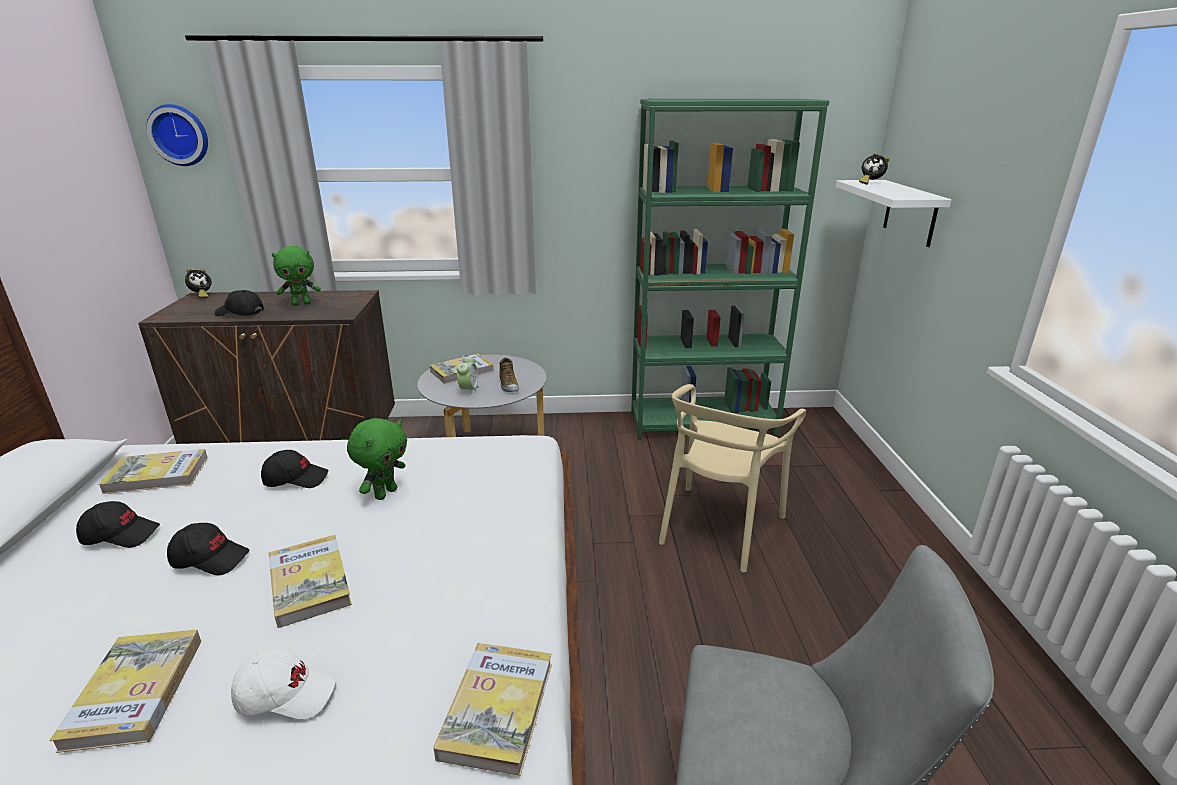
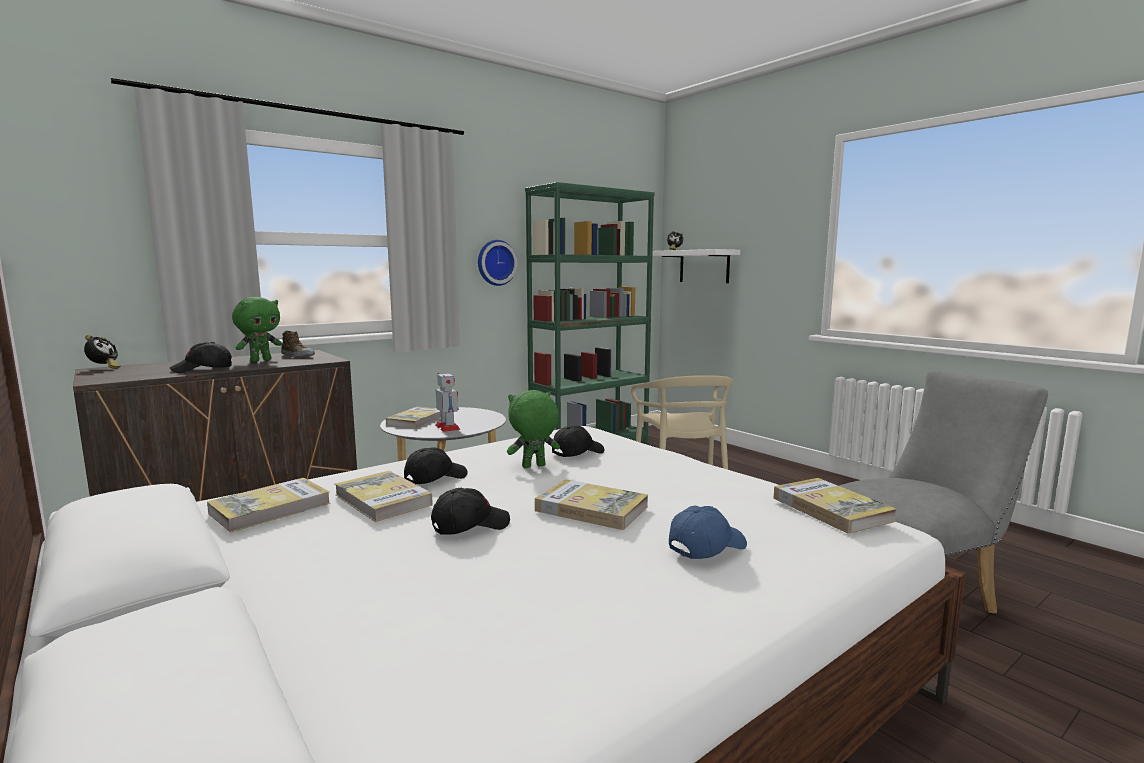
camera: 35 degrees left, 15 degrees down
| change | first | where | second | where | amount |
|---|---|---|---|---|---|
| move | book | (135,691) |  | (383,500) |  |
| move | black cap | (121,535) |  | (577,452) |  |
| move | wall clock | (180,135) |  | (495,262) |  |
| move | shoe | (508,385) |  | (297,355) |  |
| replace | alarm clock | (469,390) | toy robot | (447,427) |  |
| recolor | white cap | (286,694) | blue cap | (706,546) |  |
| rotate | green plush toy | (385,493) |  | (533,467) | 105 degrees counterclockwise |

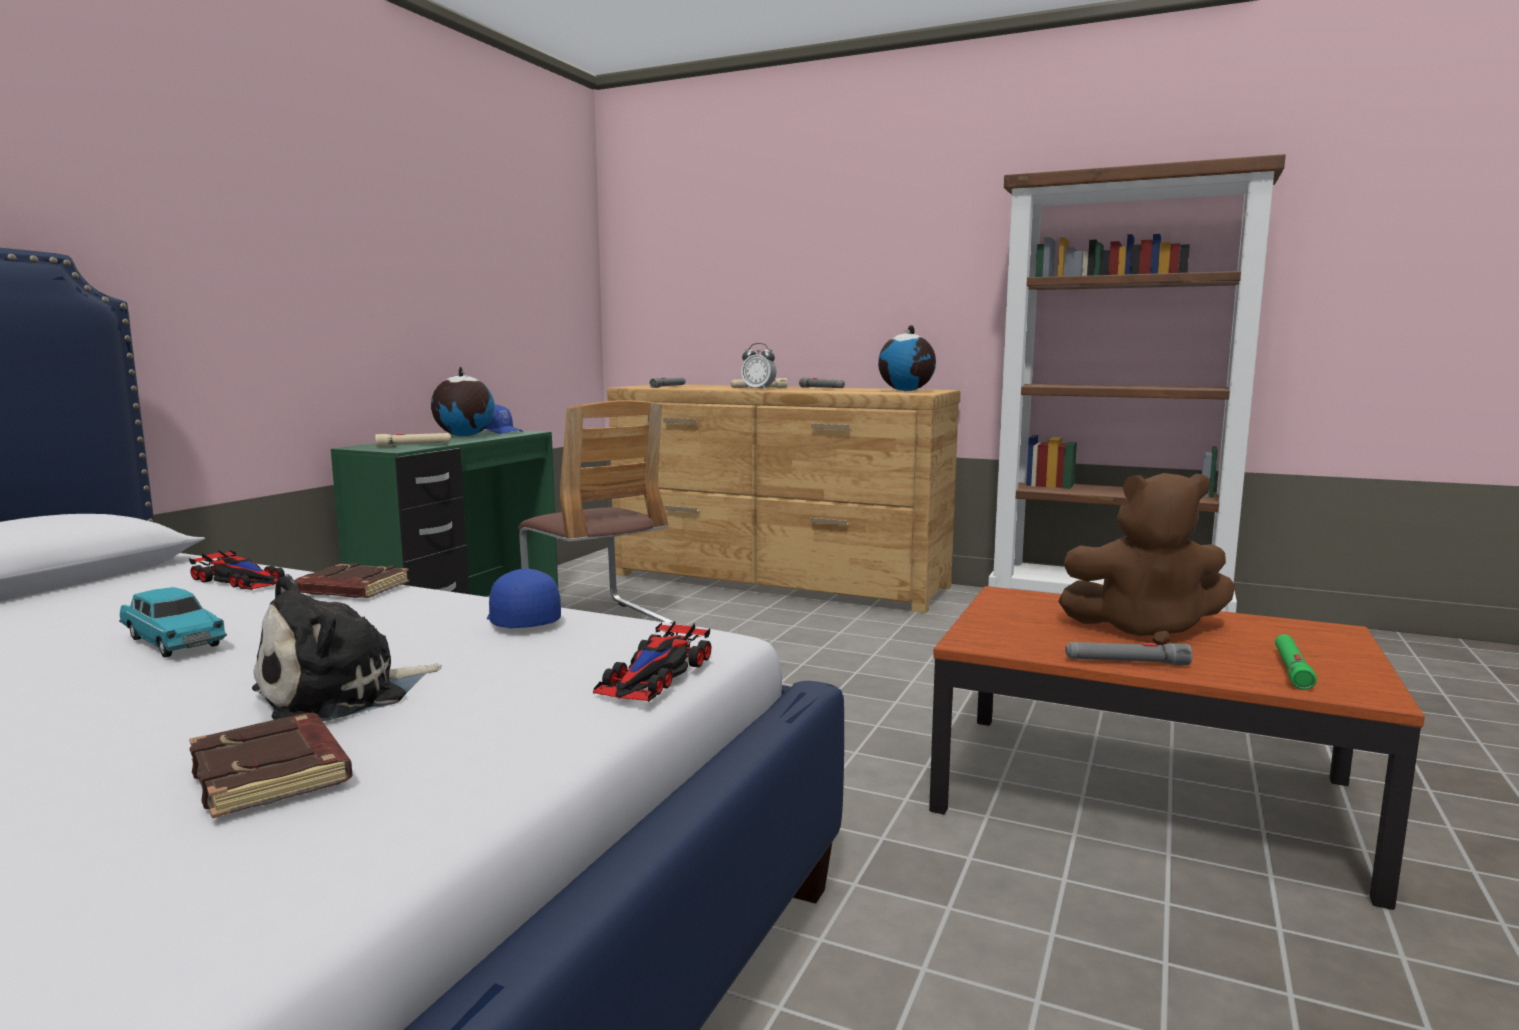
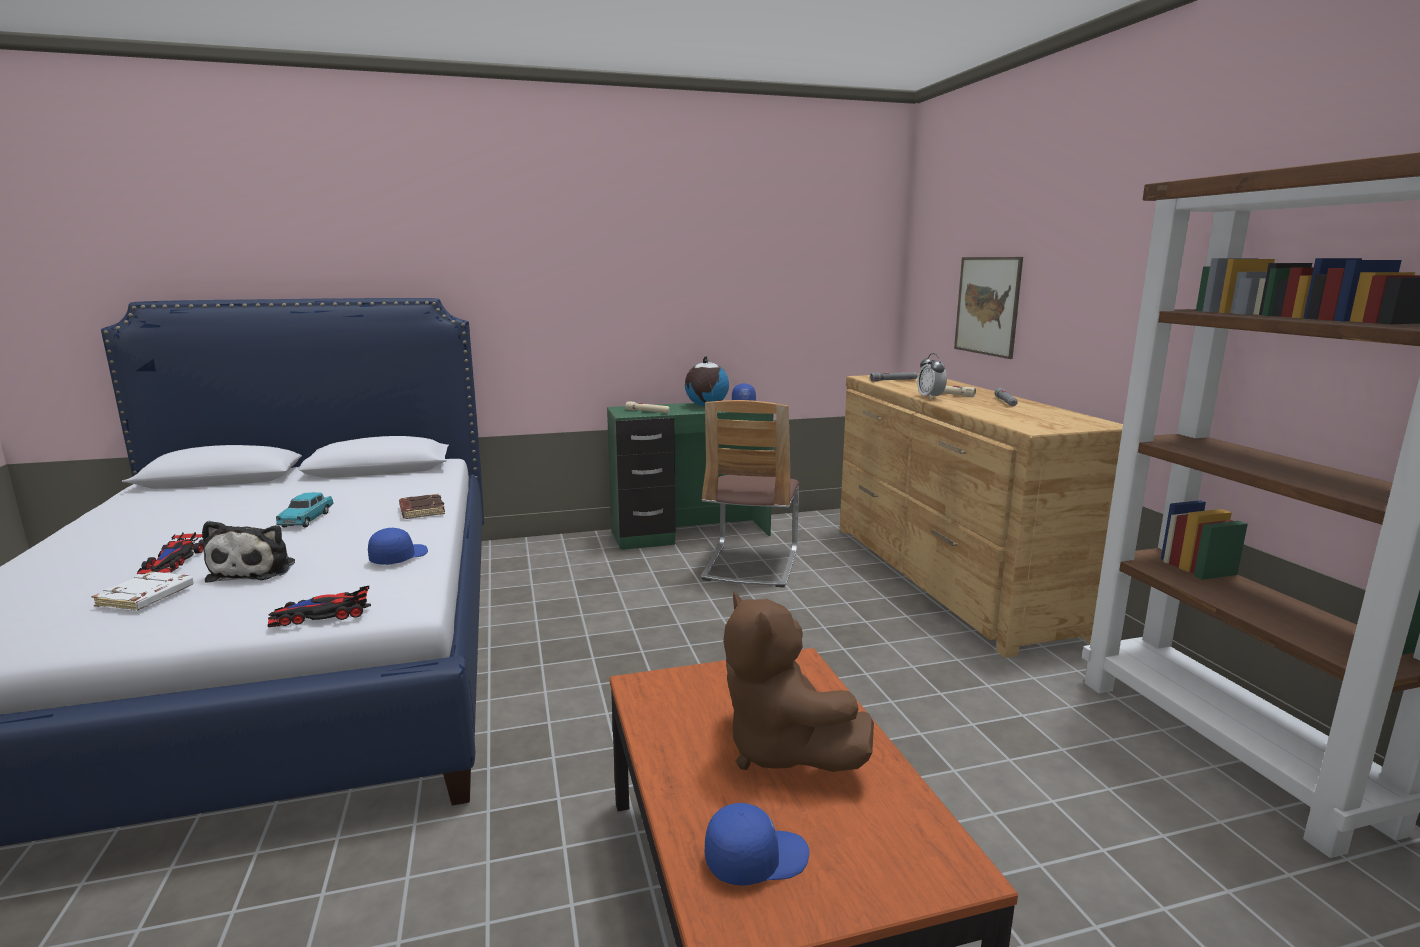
camera: 50 degrees right, 5 degrees up
| change | first | where | second | where | amount |
|---|---|---|---|---|---|
| delete | globe | (906,391) |  |  |  |
| delete | grey flashlight | (1126,662) |  |  |  |
| insert |  |  | picture | (987,306) |  |
| move | toy car | (242,580) |  | (174,560) |  |
| replace | green flashlight | (1292,669) | blue cap | (755,858) |  |
| recolor | brown book | (274,774) | white book | (146,597) |  |
| rotate | plush toy | (342,694) |  | (256,570) | 105 degrees counterclockwise |

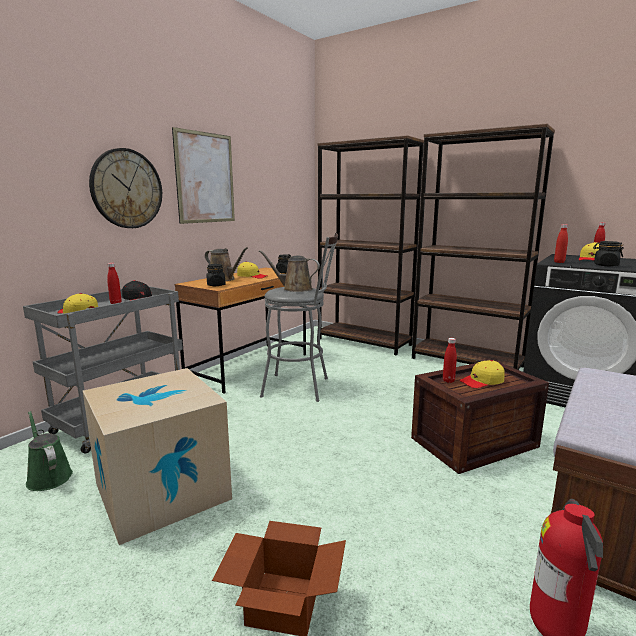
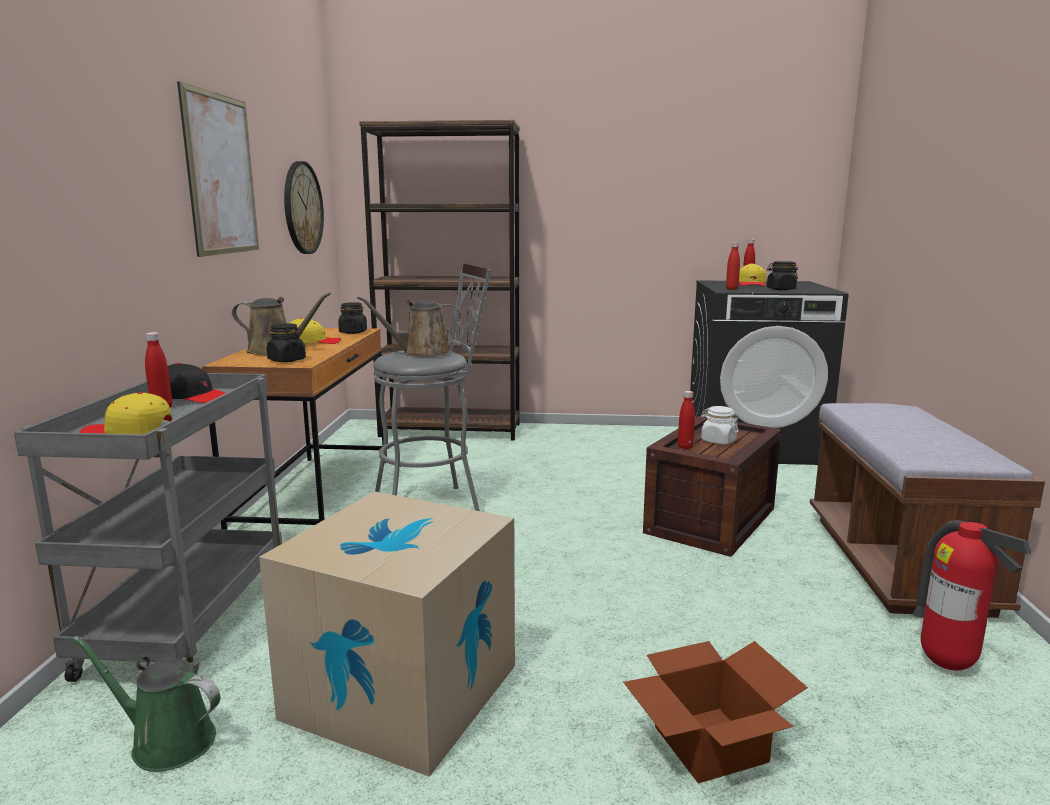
camera: 30 degrees left, 0 degrees up
| change | first | where | second | where | amount |
|---|---|---|---|---|---|
| delete | brown bookcase | (466,362) |  |  |  |
| move | wall clock | (127,189) |  | (302,208) |  |
| replace | yellow cap | (482,381) | white jar | (718,441) |  |

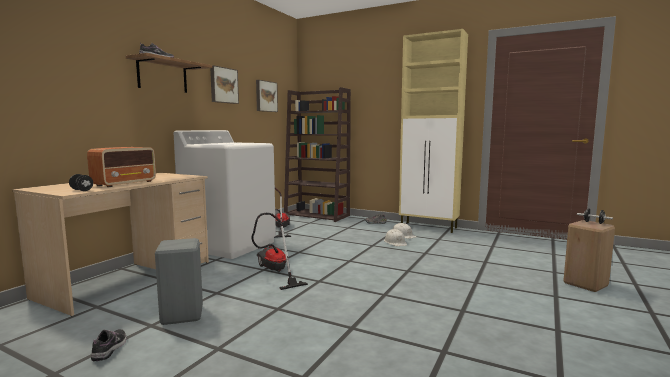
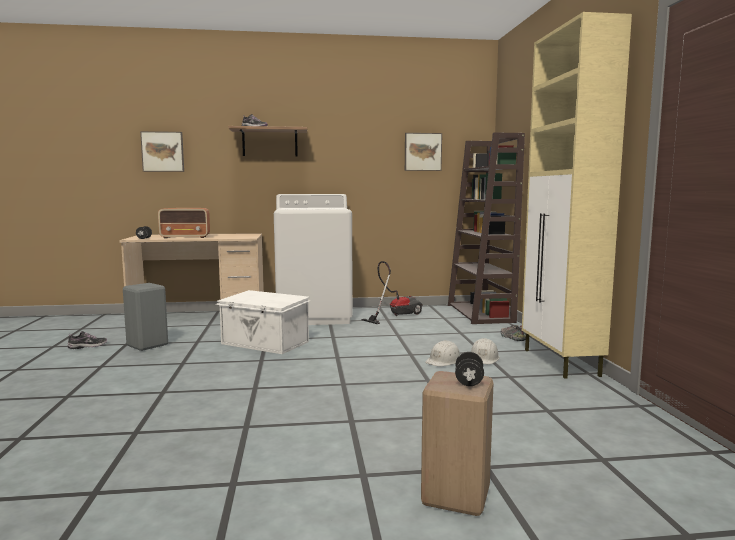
camera: 55 degrees right, 0 degrees up
| change | first | where | second | where | amount |
|---|---|---|---|---|---|
| move | picture | (223,85) |  | (163,151) |  |
| replace | vacuum cleaner | (274,272) | white storage box | (264,343) |  |

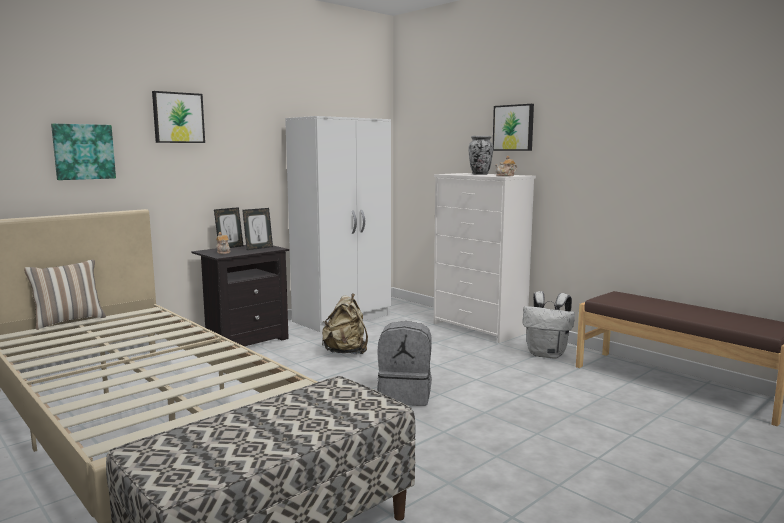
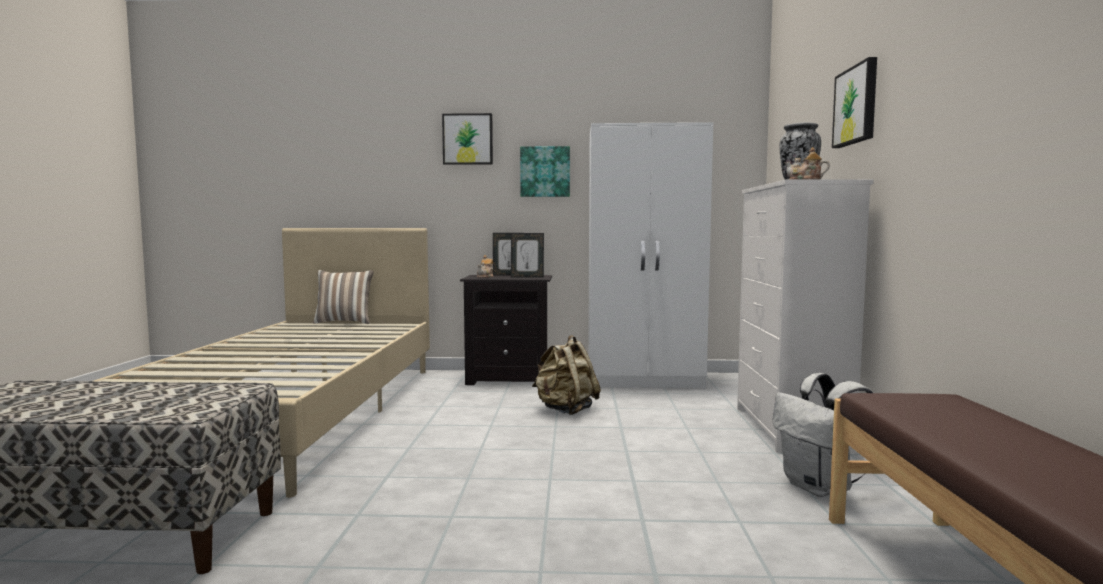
camera: 45 degrees right, 5 degrees down
| change | first | where | second | where | amount |
|---|---|---|---|---|---|
| delete | grey backpack | (405,395) |  |  |  |
| move | picture | (83,151) |  | (545,172) |  |

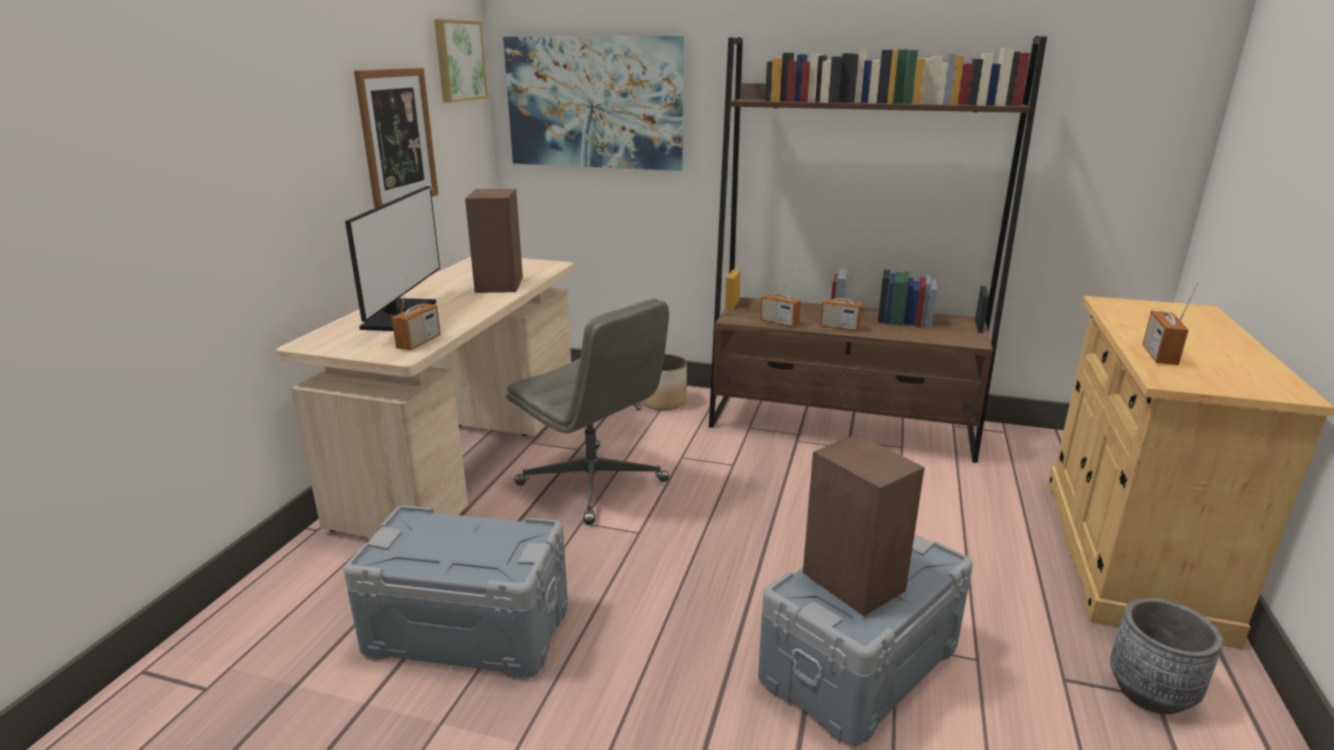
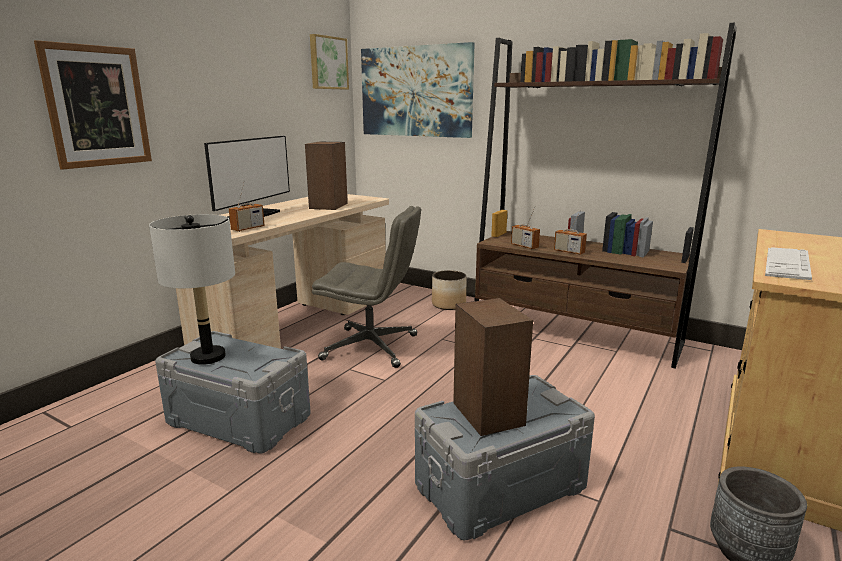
camera: 15 degrees right, 5 degrees down
| change | first | where | second | where | amount |
|---|---|---|---|---|---|
| insert |  |  | grey table lamp | (207,357) |  |
| move | picture | (397,138) |  | (97,106) |  |
| replace | radio | (1159,355) | keyboard | (787,264) |  |
| rotate | grey office chair | (594,483) |  | (371,347) | 45 degrees counterclockwise |

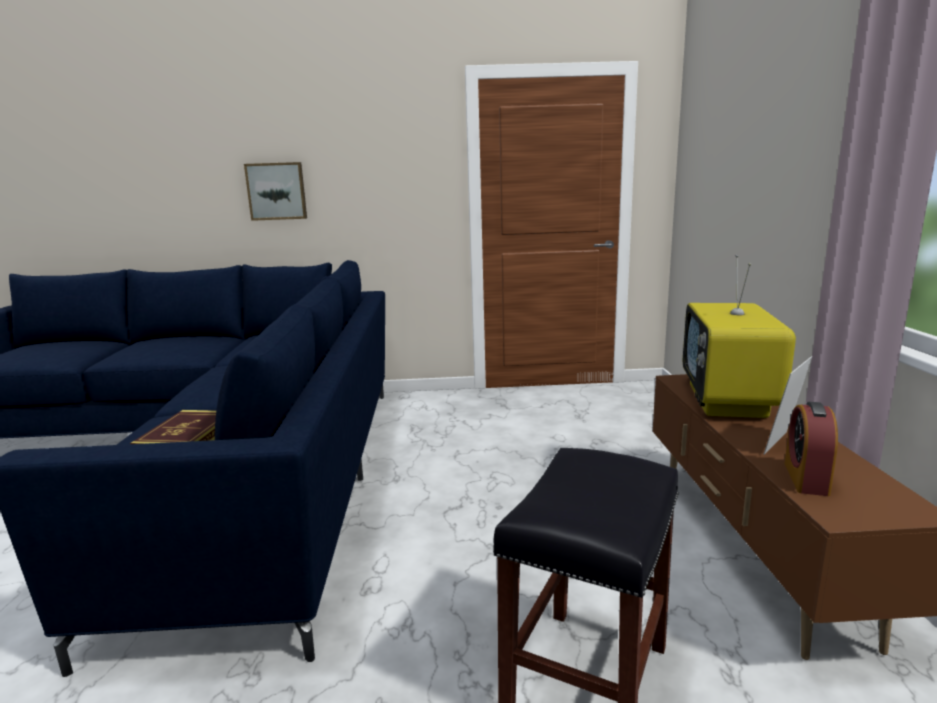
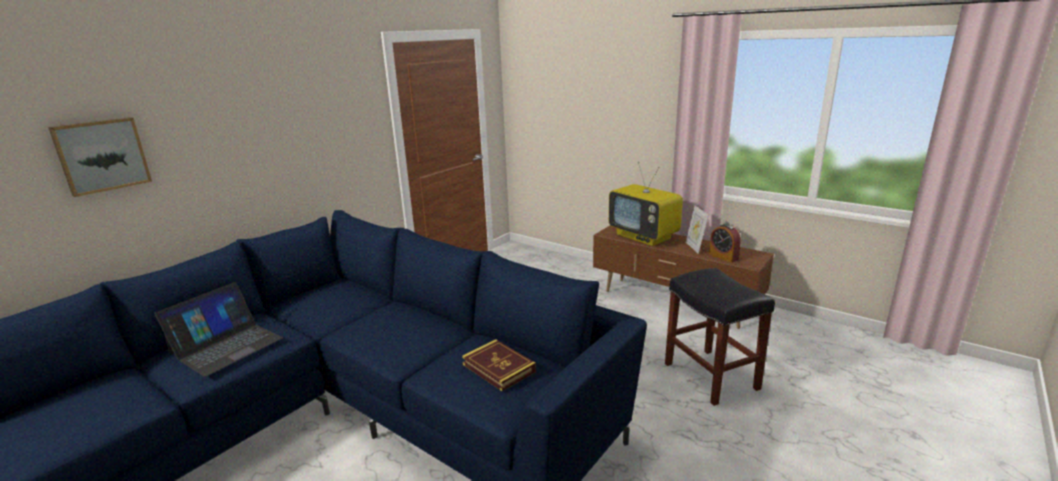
camera: 50 degrees left, 5 degrees up
| change | first | where | second | where | amount |
|---|---|---|---|---|---|
| insert |  |  | laptop | (226,346) |  |
| move | picture | (277,191) |  | (102,155) |  |

